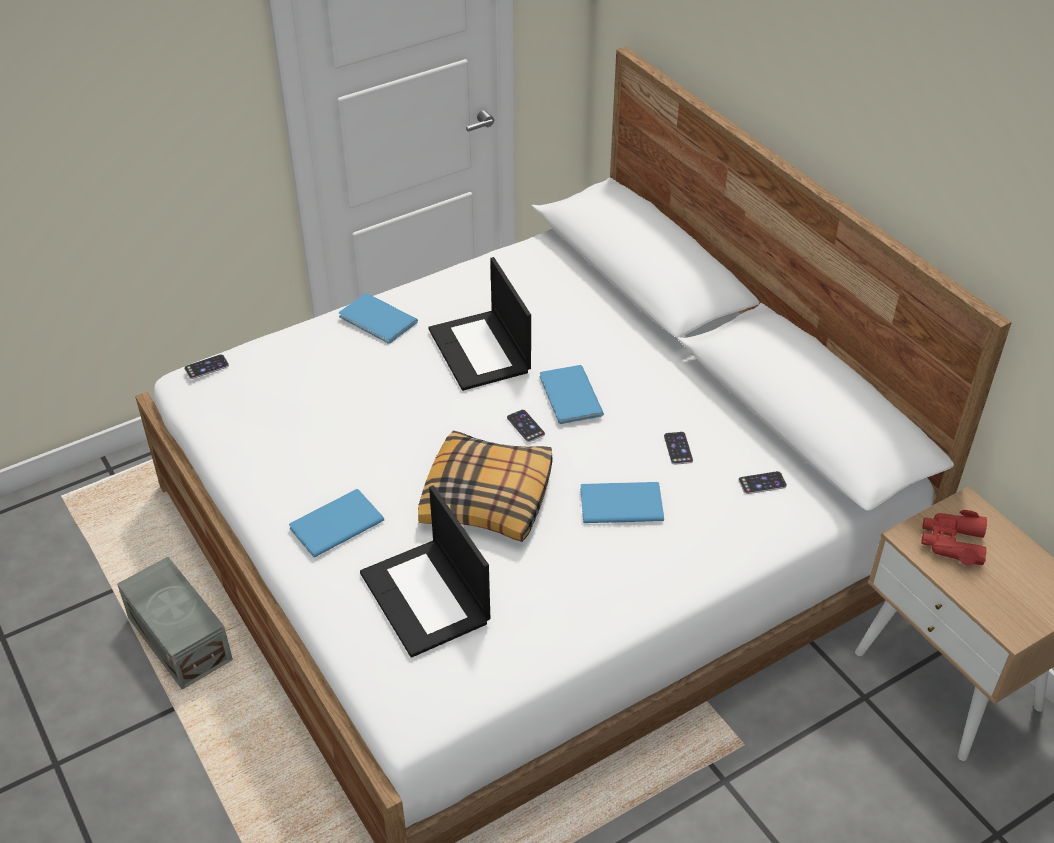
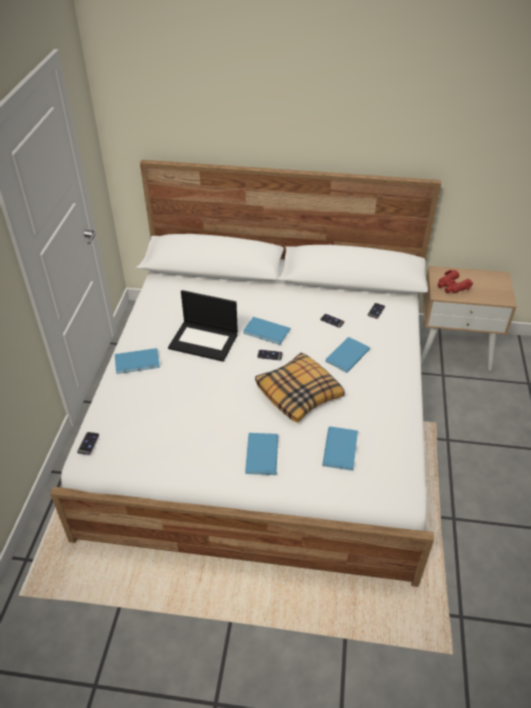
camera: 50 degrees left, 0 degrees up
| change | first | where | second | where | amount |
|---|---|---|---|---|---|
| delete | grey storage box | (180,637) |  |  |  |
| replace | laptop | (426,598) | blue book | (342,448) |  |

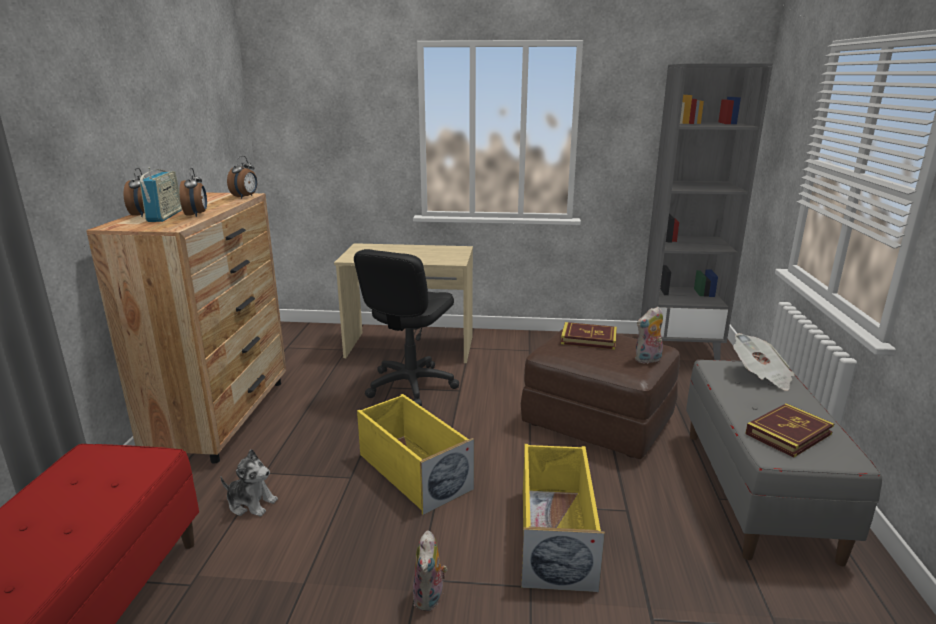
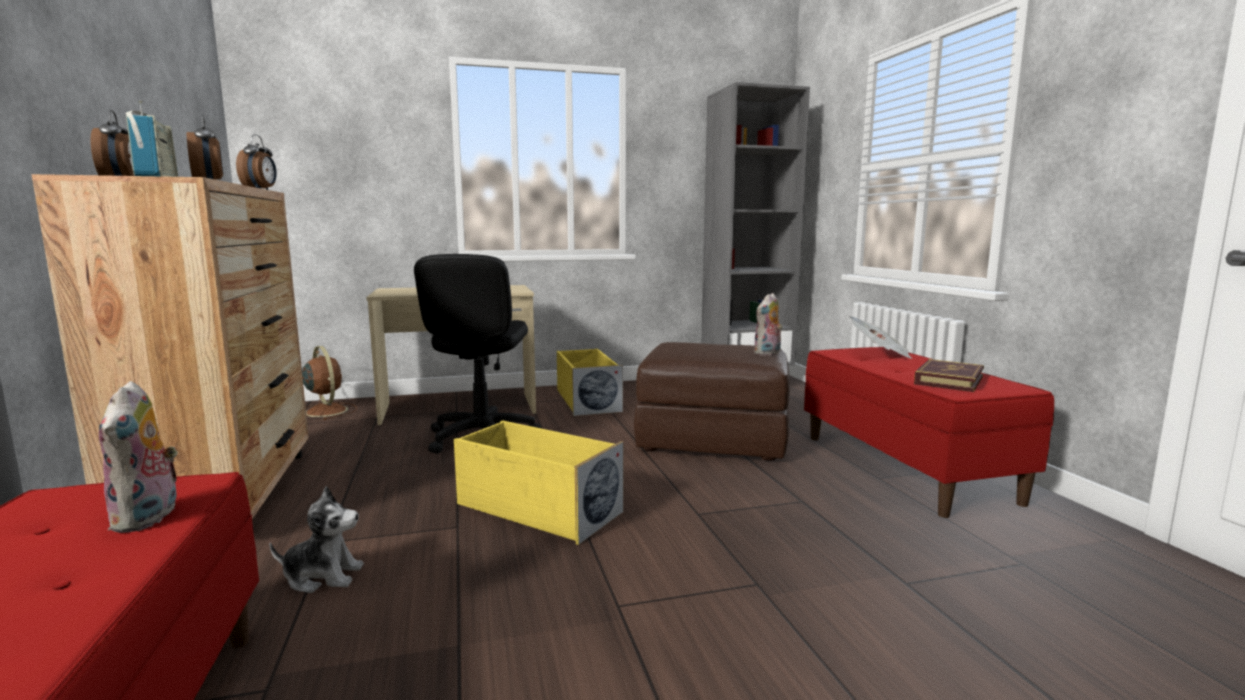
camera: 20 degrees left, 10 degrees down
| change | first | where | second | where | amount |
|---|---|---|---|---|---|
| delete | book | (588,339) |  |  |  |
| insert |  |  | brown fan | (326,411) |  |
| move | plush toy | (430,598) |  | (148,518) |  |
| move | yellow storage box | (555,535) |  | (587,400) |  |
| recolor | grey bench | (757,491) | red bench | (905,467) |  |

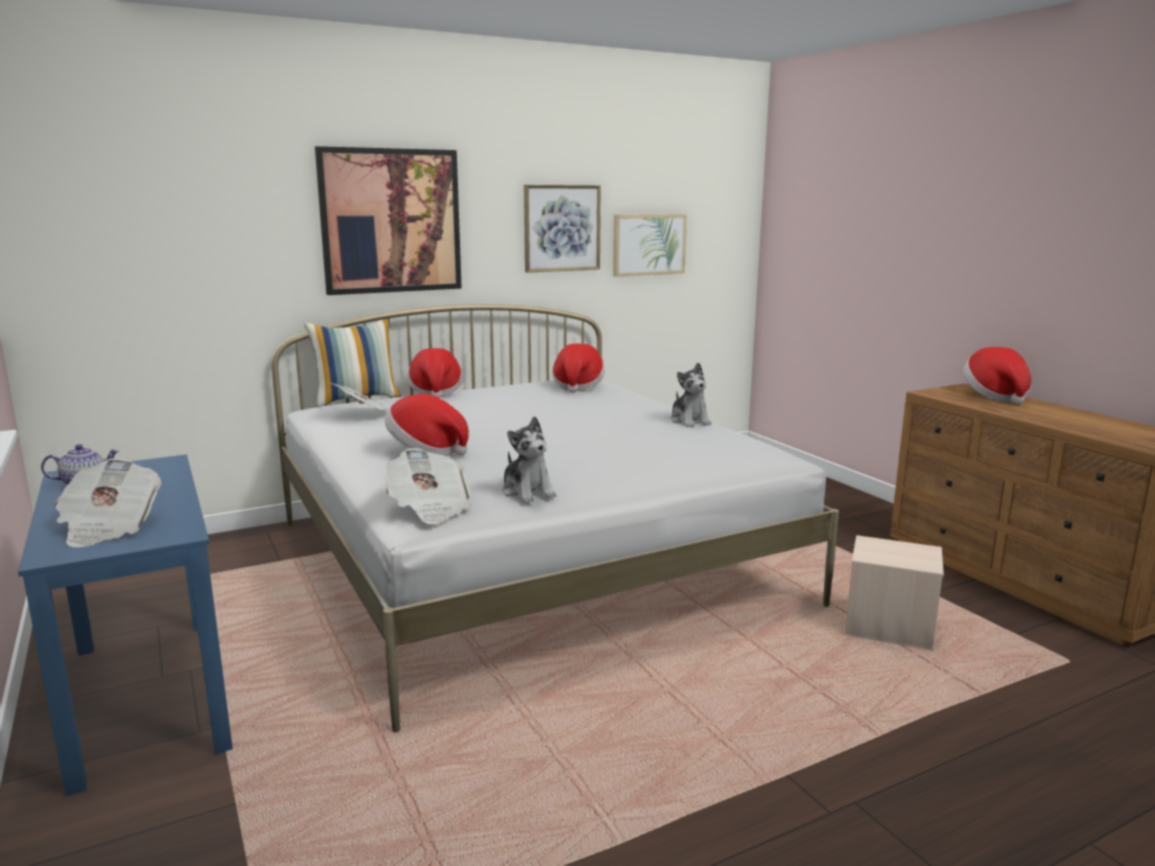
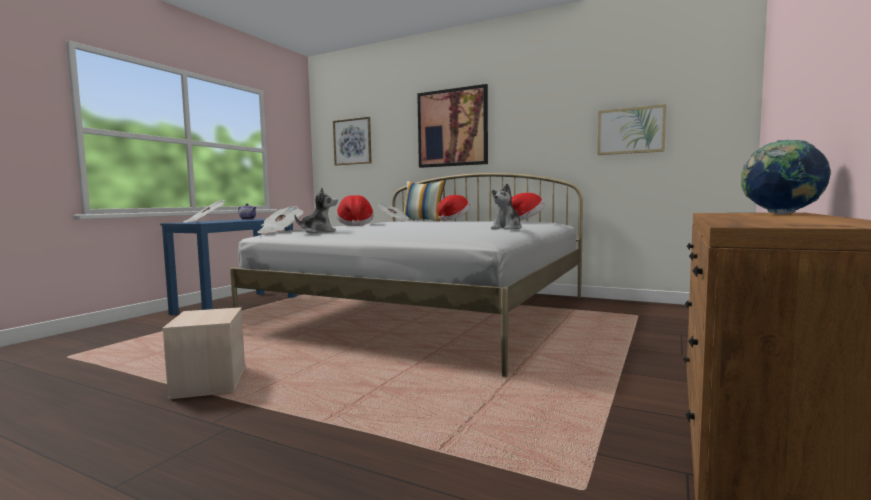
camera: 55 degrees right, 10 degrees down
| change | first | where | second | where | amount |
|---|---|---|---|---|---|
| move | picture | (562,228) |  | (352,141) |  |
| move | beige storage box | (887,627) |  | (209,382) |  |
| replace | hat | (995,396) | globe | (780,214) |  |
| rotate | plush toy | (528,492) |  | (319,232) | 120 degrees counterclockwise |

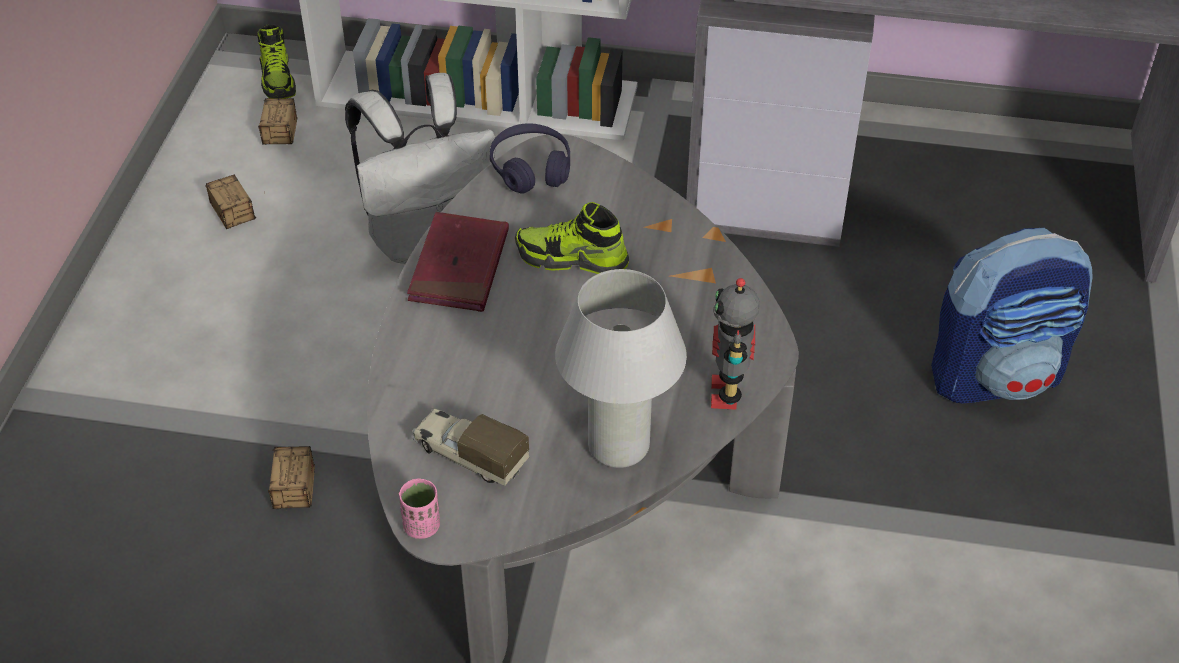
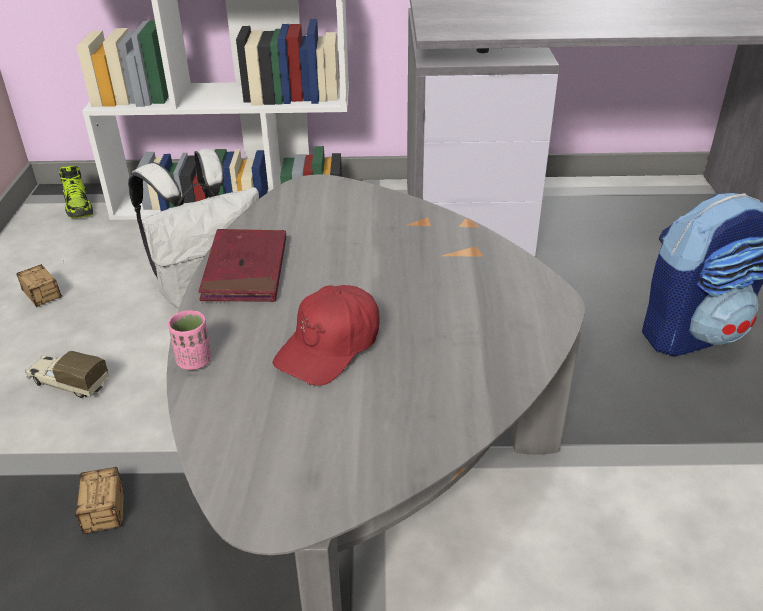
camera: 10 degrees left, 10 degrees down
| change | first | where | second | where | amount |
|---|---|---|---|---|---|
| delete | storage box | (276,151) |  |  |  |
| delete | purple headphones | (531,169) |  |  |  |
| delete | shoe | (572,259) |  |  |  |
| delete | white table lamp | (618,446) |  |  |  |
| delete | toy robot | (728,394) |  |  |  |
| insert |  |  | red cap | (330,347) |  |
| move | pink cup | (422,526) |  | (194,361) |  |
| move | toy truck | (469,455) |  | (68,383) |  |

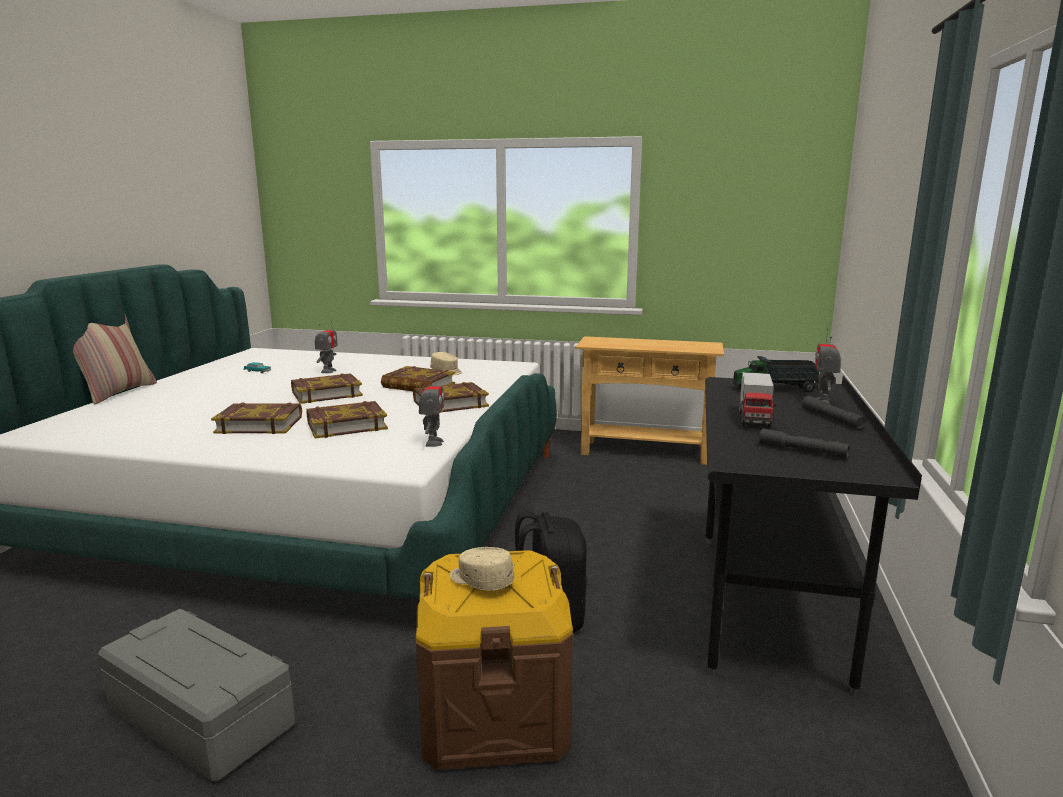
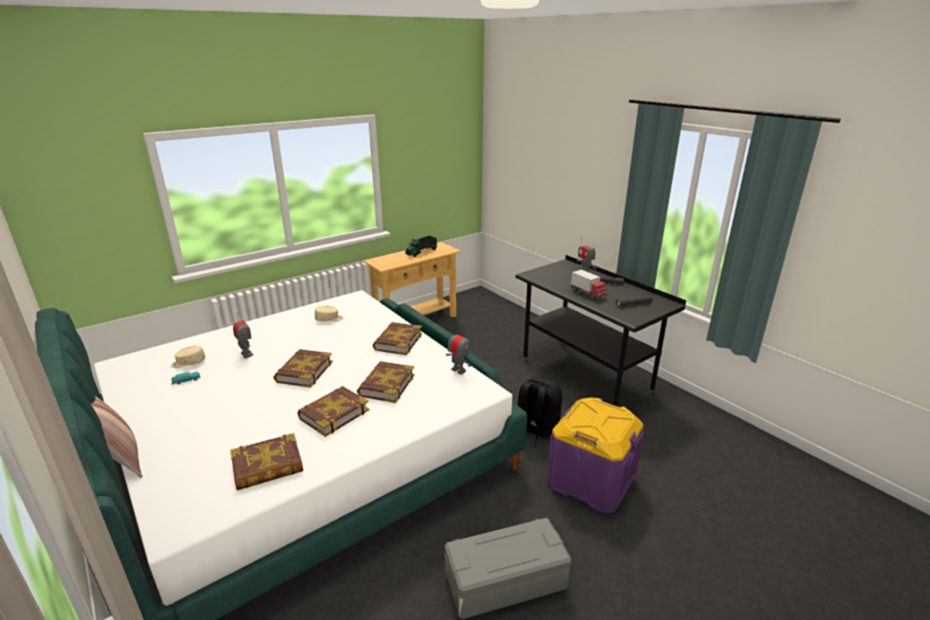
camera: 50 degrees left, 10 degrees up
| change | first | where | second | where | amount |
|---|---|---|---|---|---|
| move | book | (418,386) |  | (268,466) |  |
| move | beige cap | (480,581) |  | (188,363) |  |
| move | toy truck | (775,389) |  | (421,252) |  |
| recolor | brown storage box | (494,715) | purple storage box | (591,480) |  |

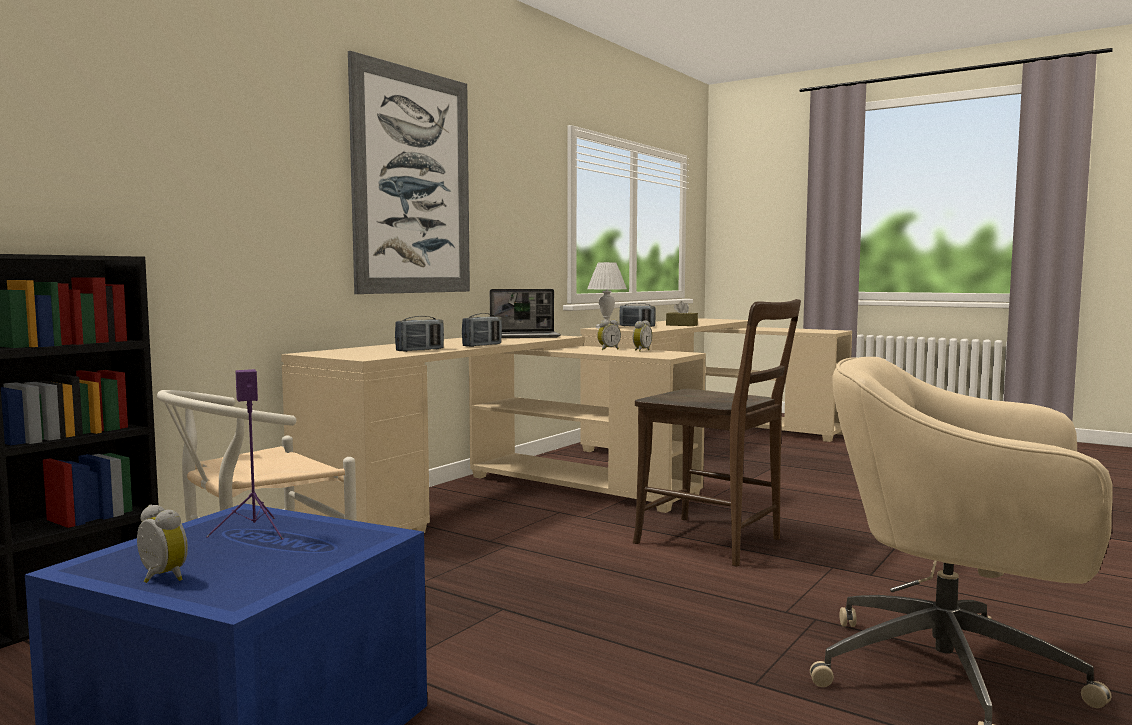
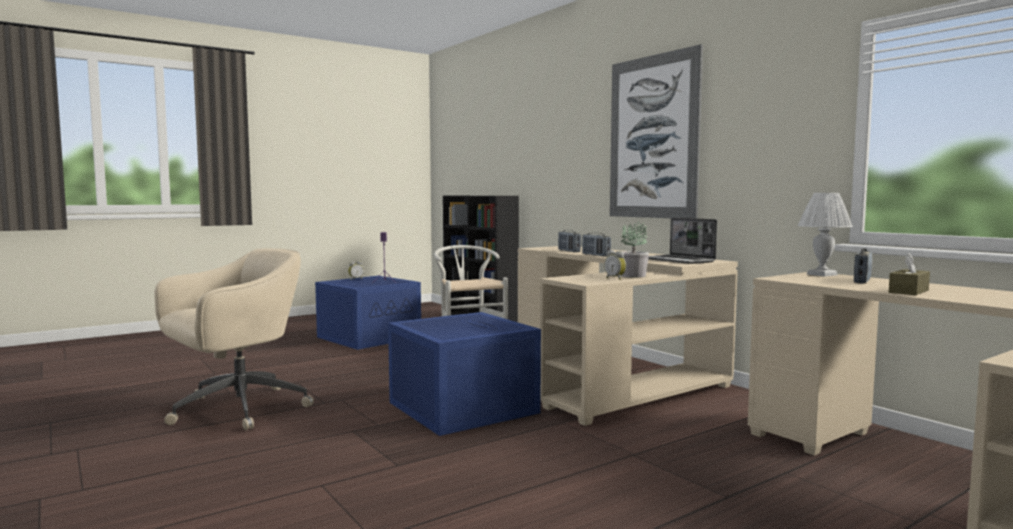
camera: 110 degrees right, 0 degrees up
| change | first | where | second | where | amount |
|---|---|---|---|---|---|
| replace | alarm clock | (608,349) | potted plant | (633,275) |  |
| replace | brown chair | (715,542) | blue storage box | (460,407) |  |
| rotate | laptop | (525,336) |  | (680,260) | 45 degrees counterclockwise |

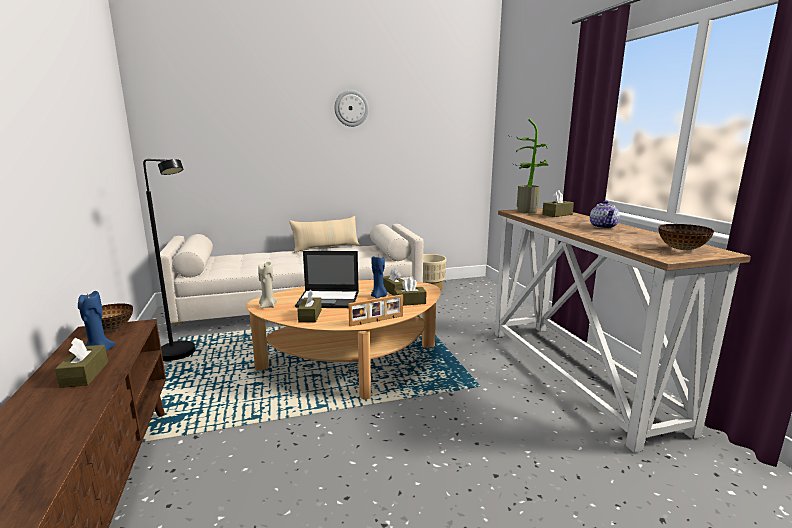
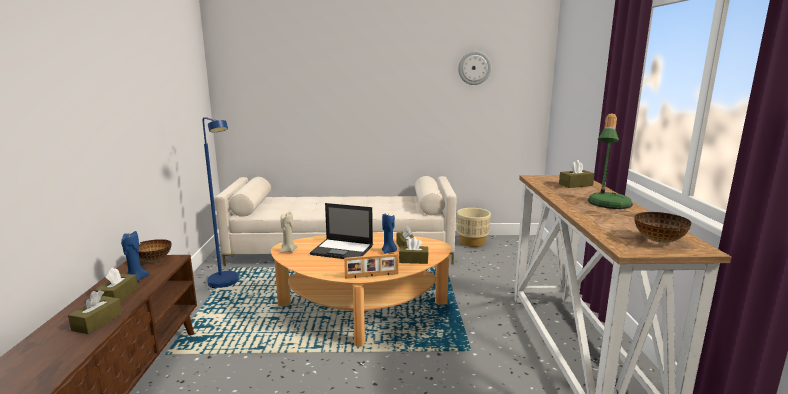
camera: 15 degrees right, 0 degrees up
| change | first | where | second | where | amount |
|---|---|---|---|---|---|
| delete | beige pillow | (326,248) |  |  |  |
| delete | potted plant | (527,211) |  |  |  |
| move | brown tissue box | (310,316) |  | (97,322) |  |
| move | wall clock | (351,108) |  | (474,68) |  |
| replace | teapot | (604,227) | table lamp | (607,205) |  |
| recolor | black floor lamp | (182,356) | blue floor lamp | (226,284) |  |

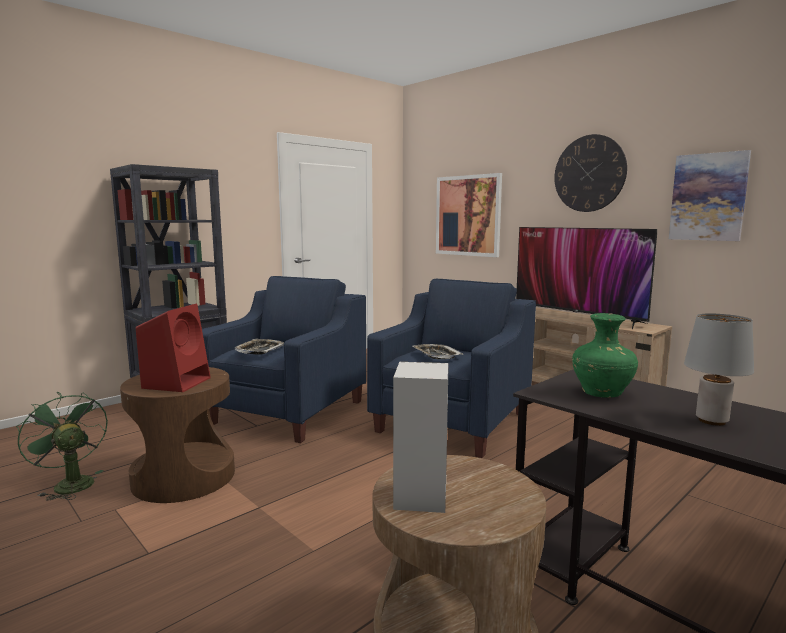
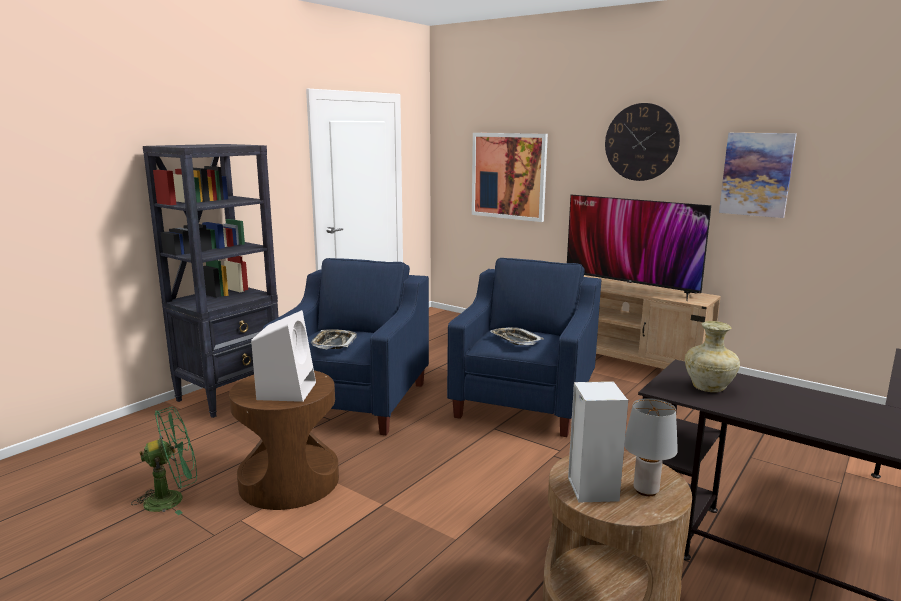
camera: 10 degrees left, 5 degrees up
| change | first | where | second | where | amount |
|---|---|---|---|---|---|
| move | grey table lamp | (710,420) |  | (645,490) |  |
| recolor | red speaker | (177,382) | white speaker | (287,390) |  |
| recolor | green vase | (602,393) | beige vase | (709,388) |  |
| rotate | green fan | (69,483) |  | (172,498) | 120 degrees clockwise |

